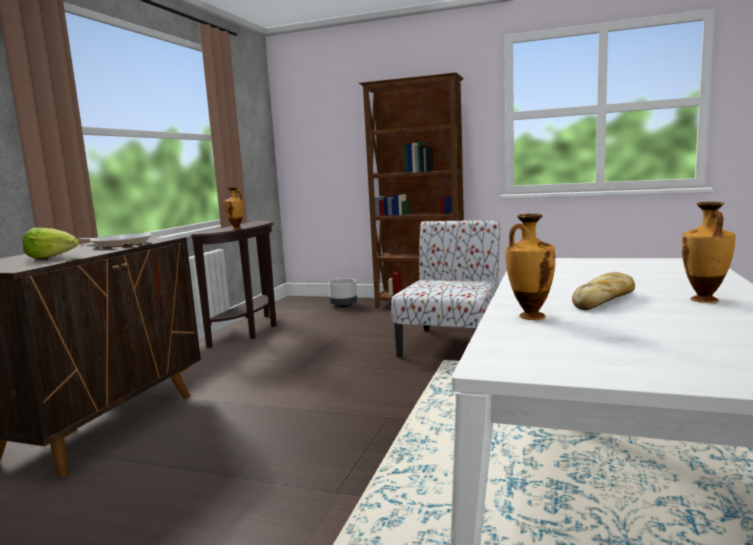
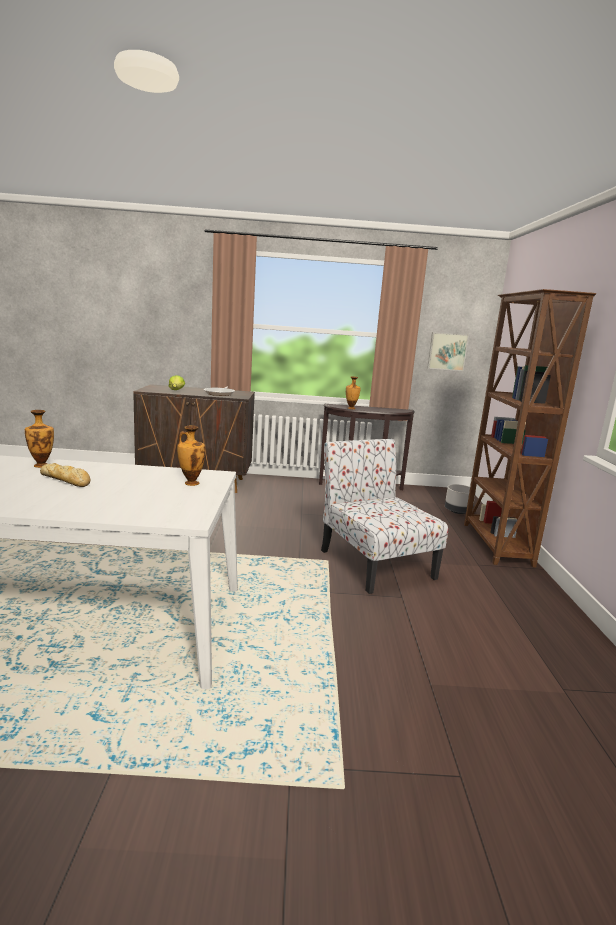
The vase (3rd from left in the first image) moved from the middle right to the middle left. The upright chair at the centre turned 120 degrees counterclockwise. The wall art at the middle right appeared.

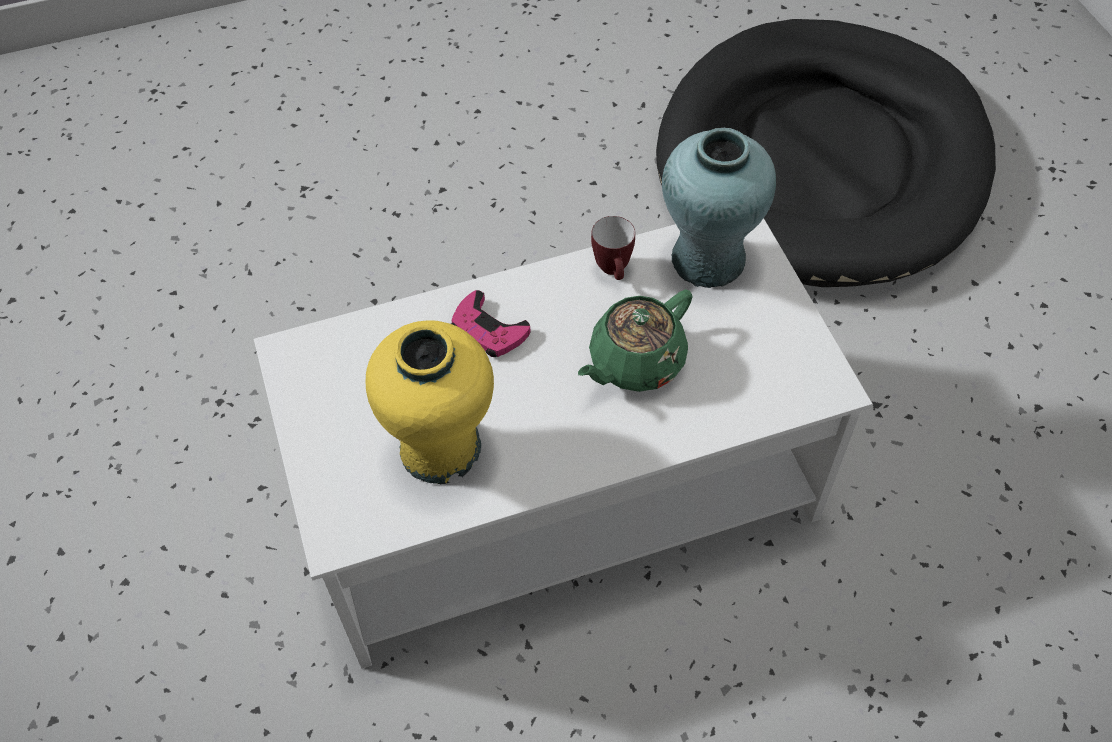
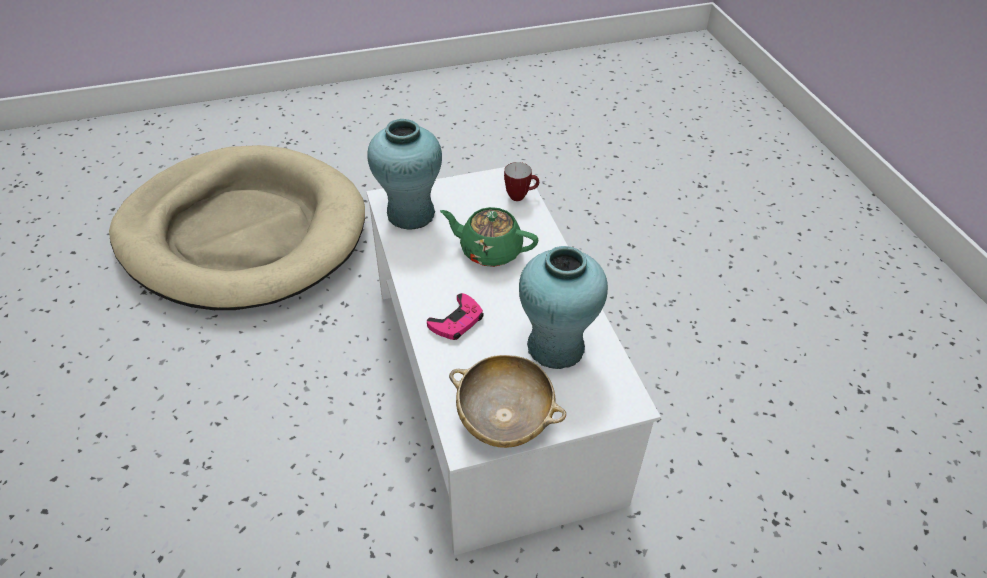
The black-coloured dog bed at the top right became the sand-coloured dog bed at the middle left. The coffee mug moved from the centre to the top centre. The green teapot at the centre turned 150 degrees clockwise. The yellow vase at the centre became the blue-green vase (2nd from left) at the centre. The sand-coloured bowl at the bottom centre appeared.

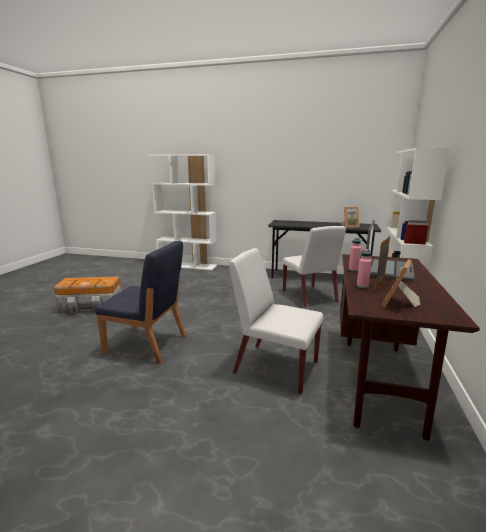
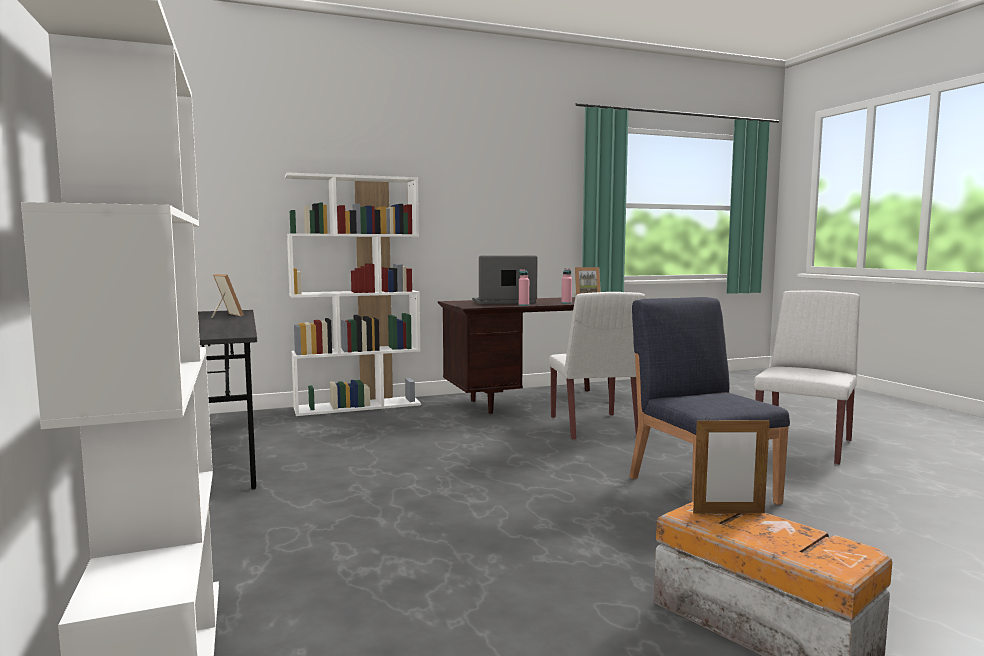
The white-coloured upright chair (2nd from left) moved from the centre to the middle right. The photo frame (2nd from left in the first image) moved from the middle right to the bottom right.

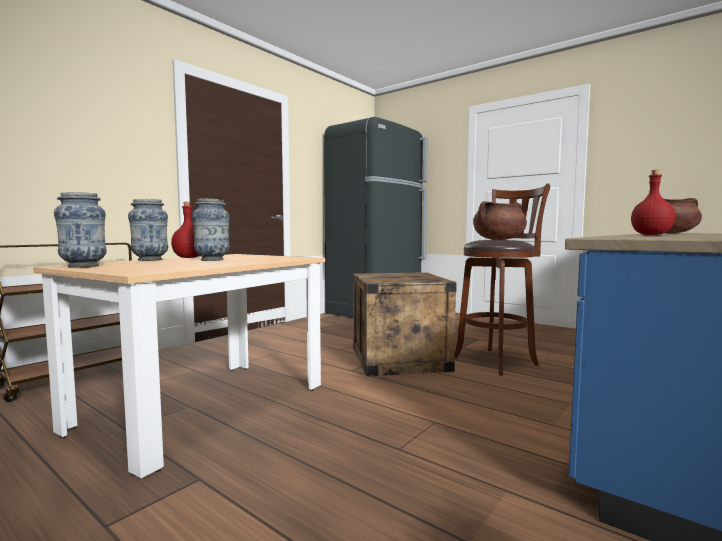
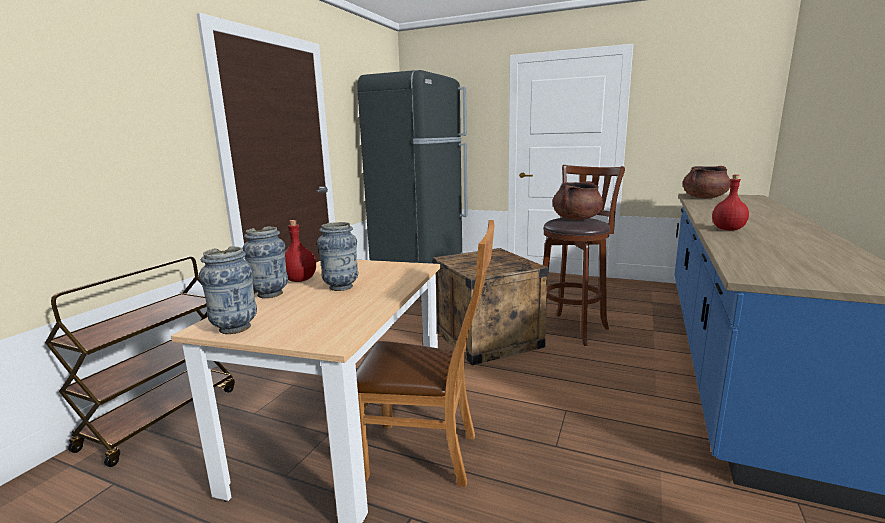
The brown upright chair at the bottom centre appeared.

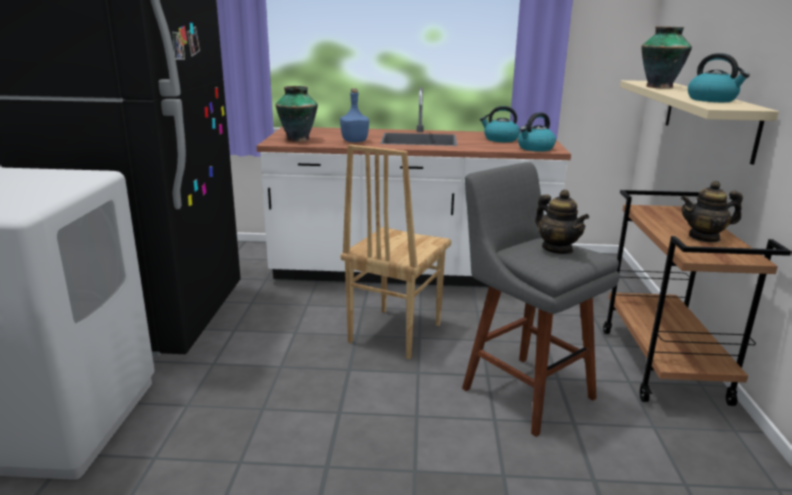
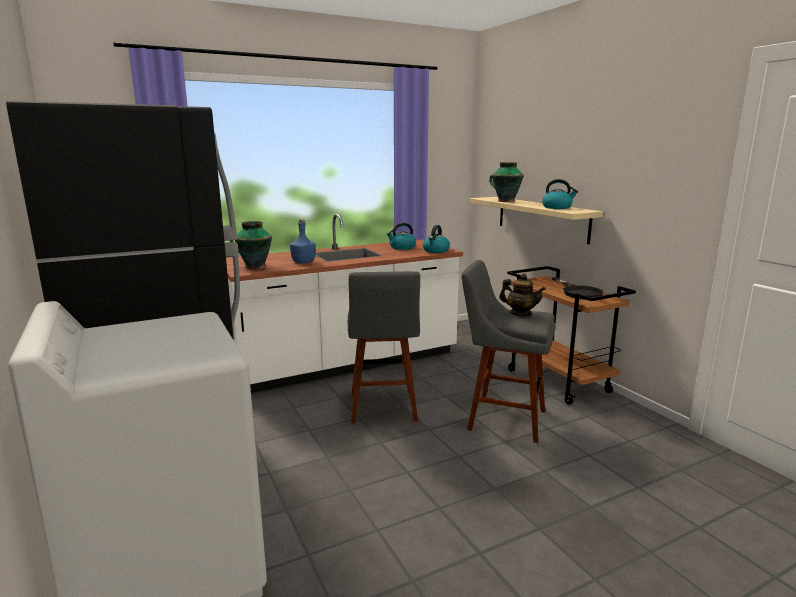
The brown upright chair at the centre was replaced by the gray stool (1st from left) at the centre. The teapot (2nd from left) at the middle right was replaced by the black-coloured skillet at the middle right.

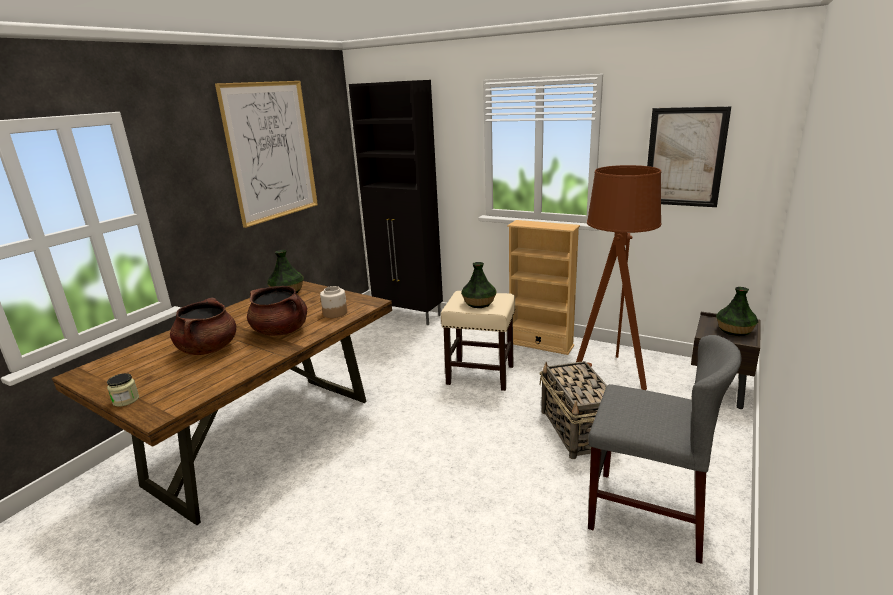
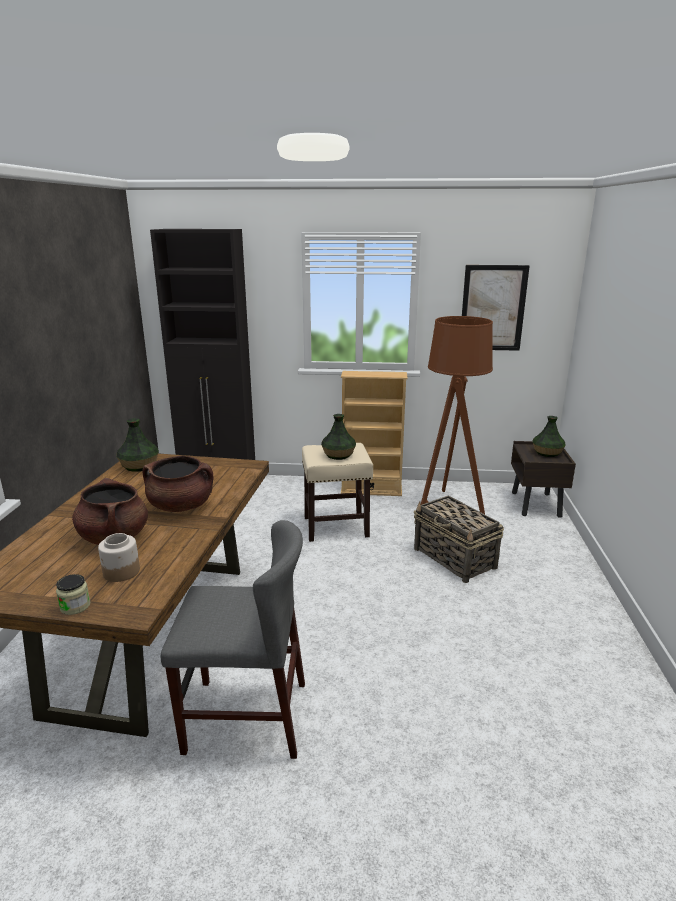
The wall art (1st from left) at the top left disappeared. The jar (2nd from left) moved from the centre to the middle left. The gray upright chair moved from the bottom right to the bottom centre.

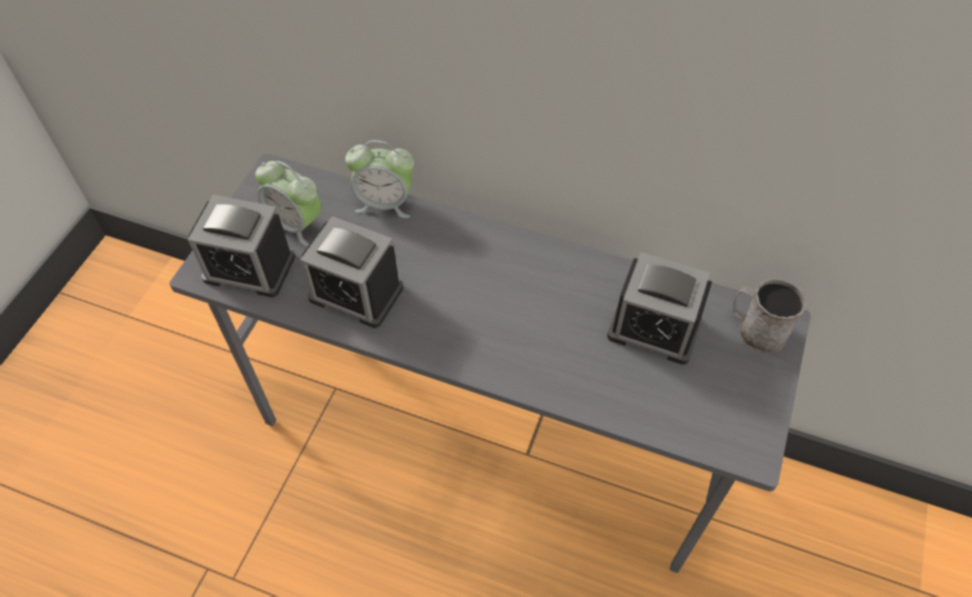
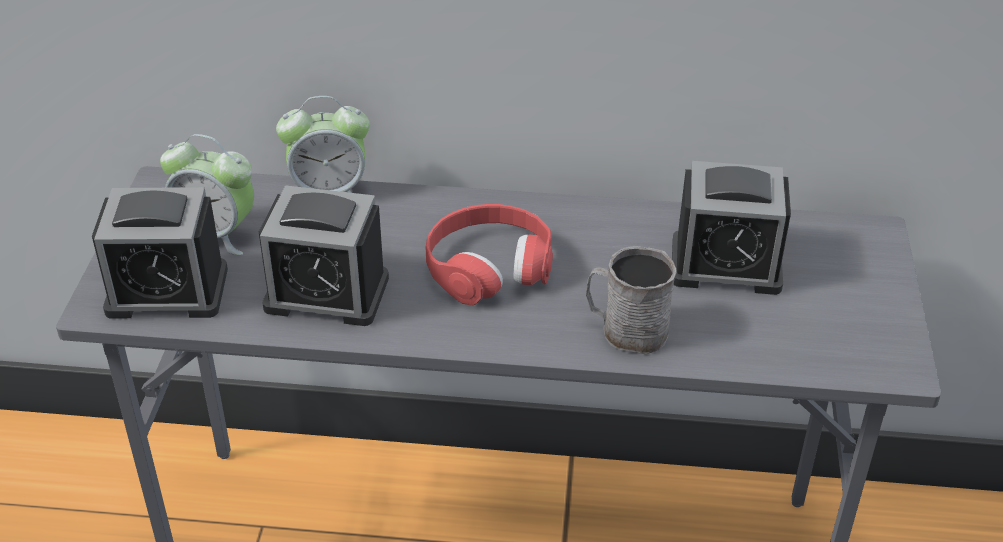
The gray coffee mug moved from the middle right to the centre. The red-coloured headphones at the centre appeared.

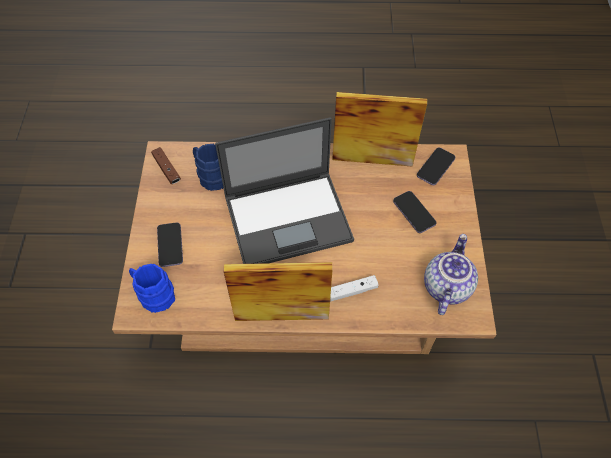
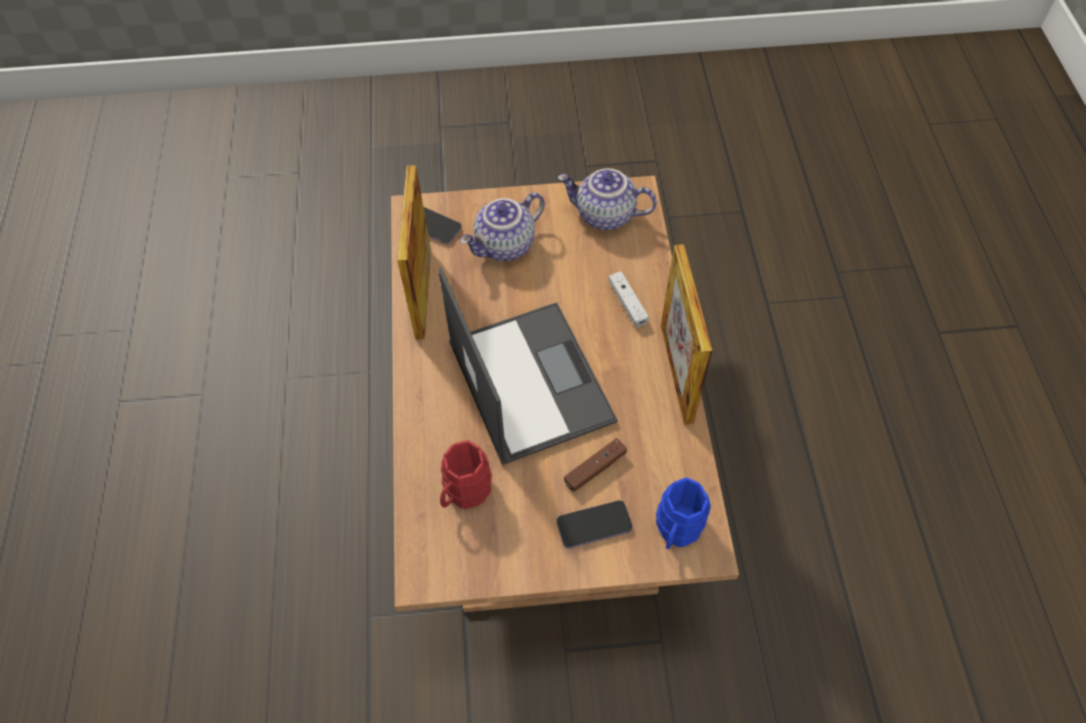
The blue-coloured coffee mug (2nd from left) at the centre became the red-coloured coffee mug at the centre. The brown joypad moved from the middle left to the centre. The phone (2nd from left) at the middle right was replaced by the teapot (1st from left) at the top centre.

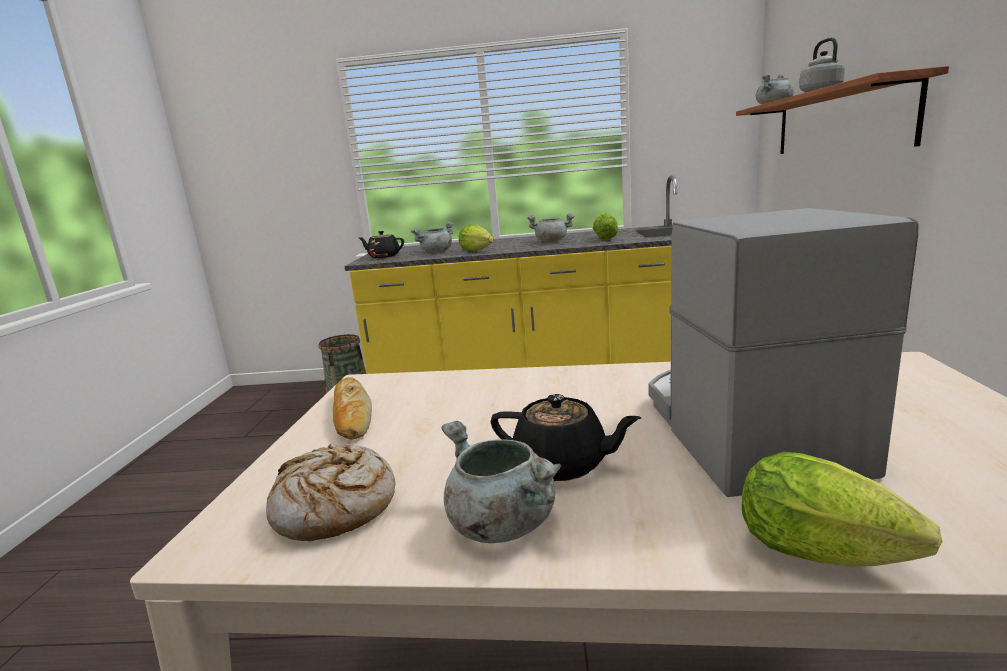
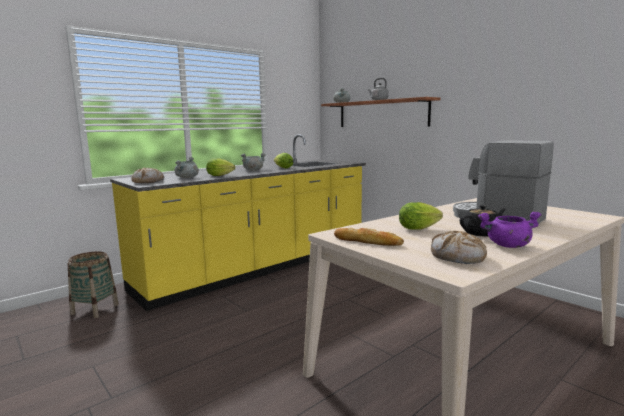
The black-coloured teapot (1st from left) at the centre was replaced by the bakery bread (1st from left) at the middle left. The gray saucepot (2nd from left) at the bottom centre became the purplish saucepot at the middle right. The head of lettuce (3rd from left) moved from the bottom right to the middle right.

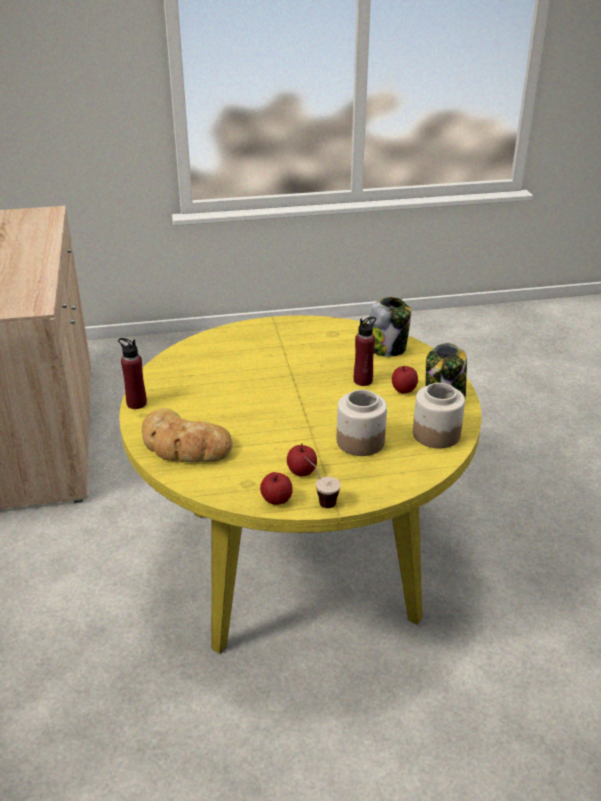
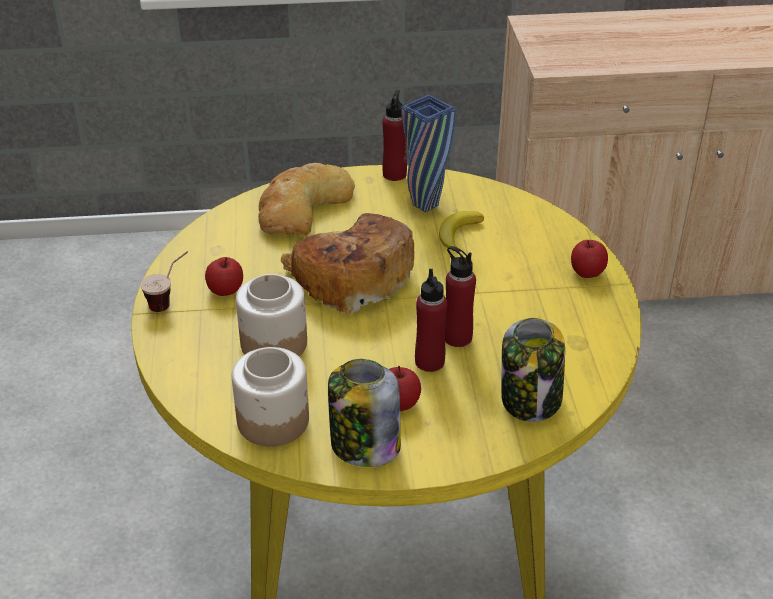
The whole apple (1st from left in the first image) moved from the centre to the middle right. The blue-coloured vase at the top centre appeared. The whole banana at the centre appeared. The bakery bread (2nd from left) at the centre appeared. The red-coloured bottle (3rd from left) at the centre appeared.

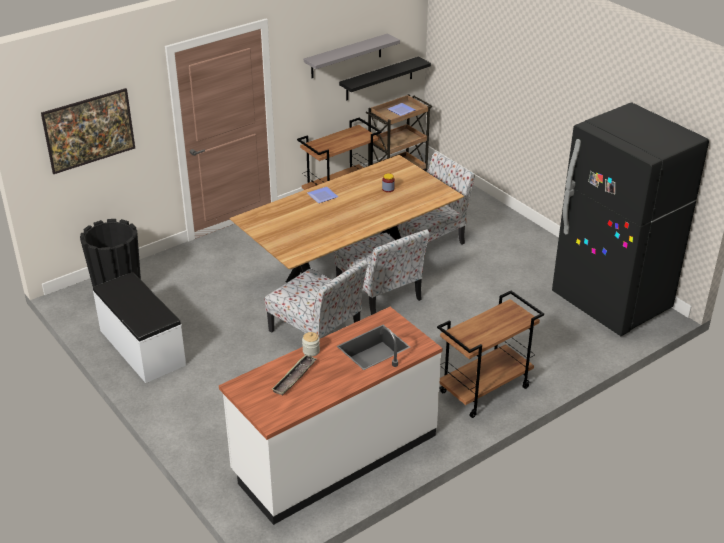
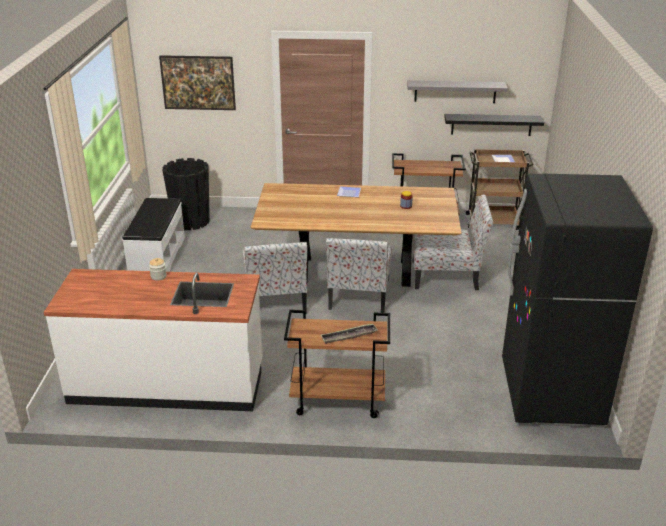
The serving tray moved from the bottom centre to the centre.

